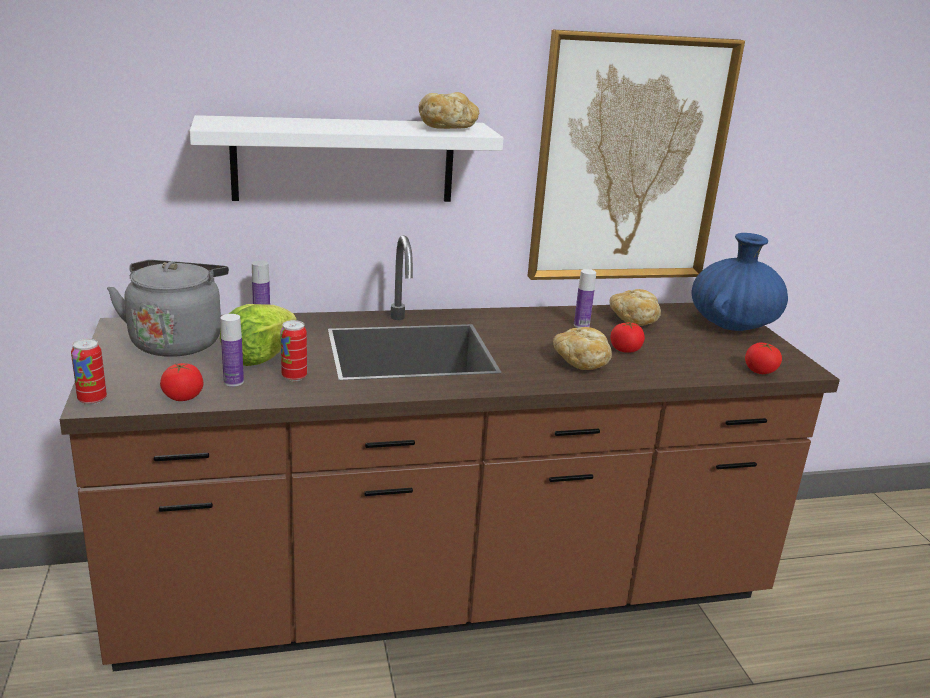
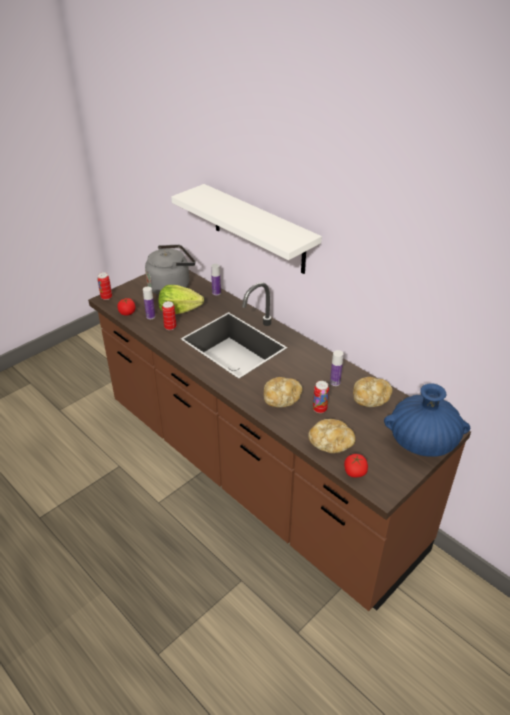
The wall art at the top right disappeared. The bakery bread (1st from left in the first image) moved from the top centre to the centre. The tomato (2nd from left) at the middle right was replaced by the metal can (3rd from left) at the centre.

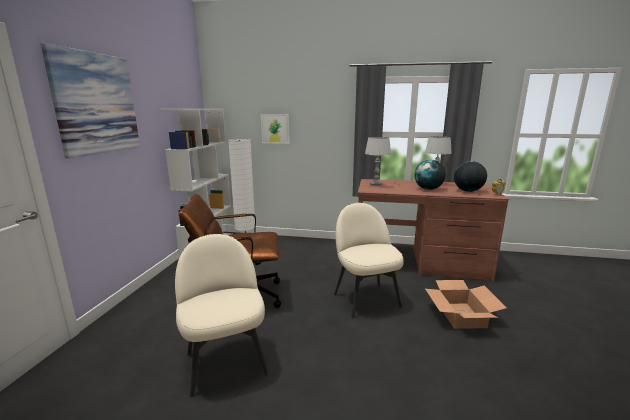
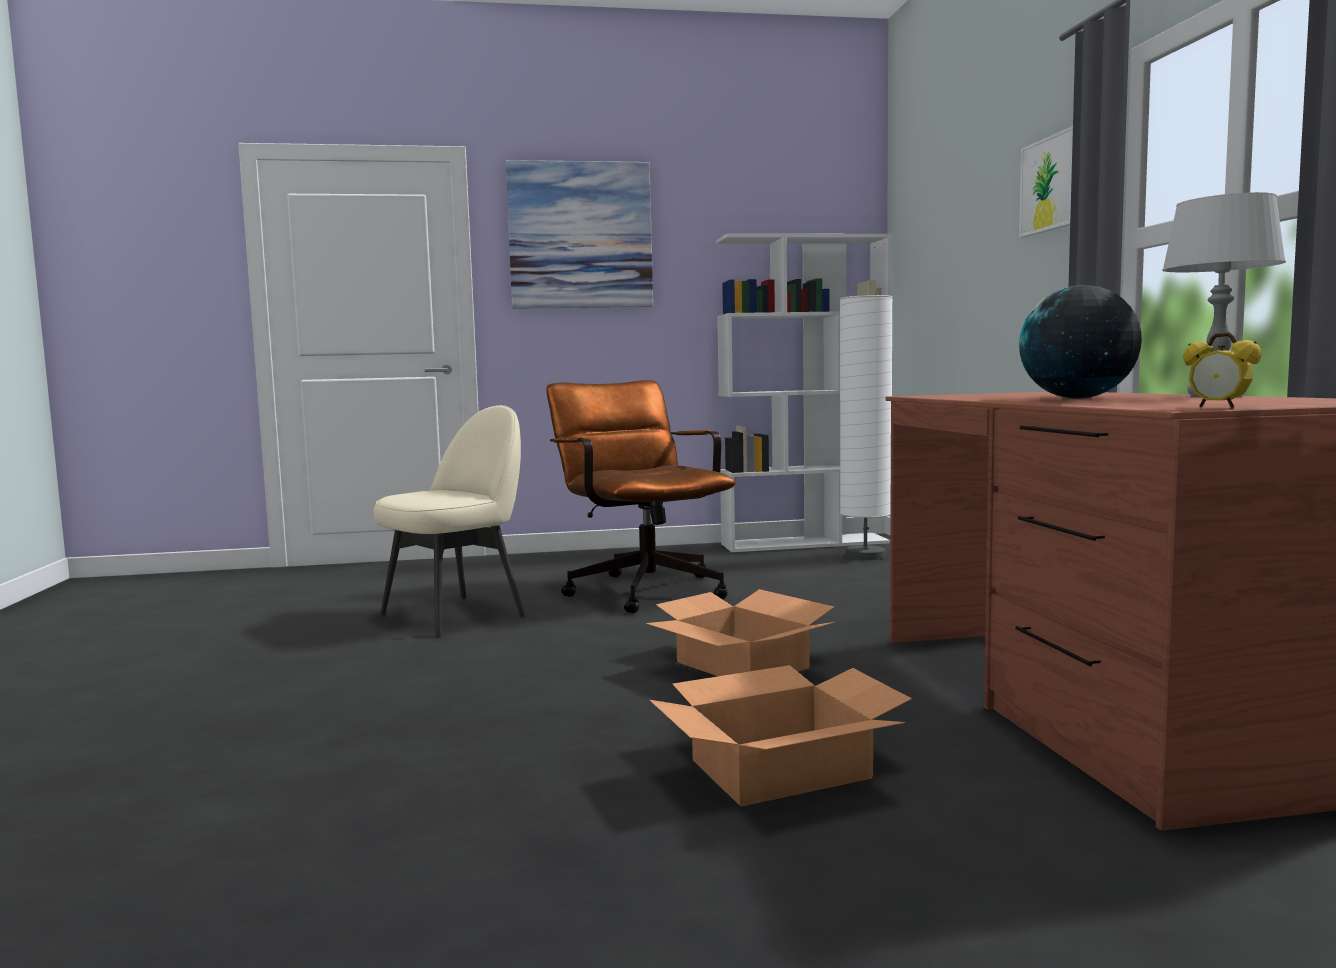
The wall art (2nd from left) moved from the top centre to the top right. The gray lamp for a table (1st from left) at the centre disappeared. The desk globe (2nd from left) at the middle right disappeared. The sand-coloured upright chair (2nd from left) at the centre was replaced by the packing box (1st from left) at the centre.

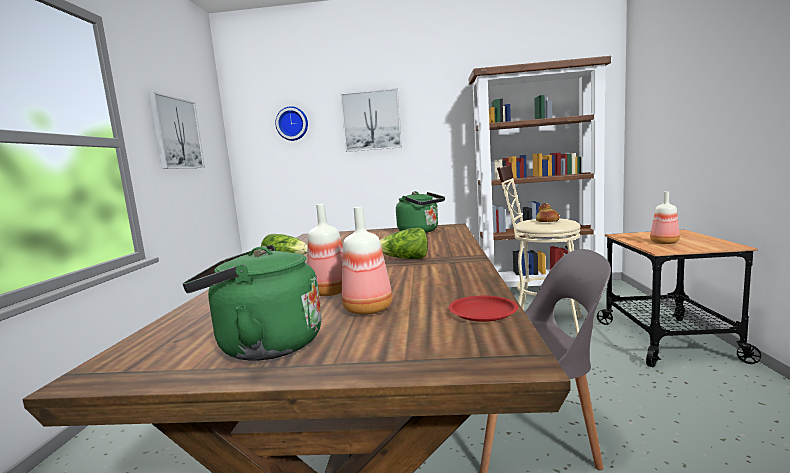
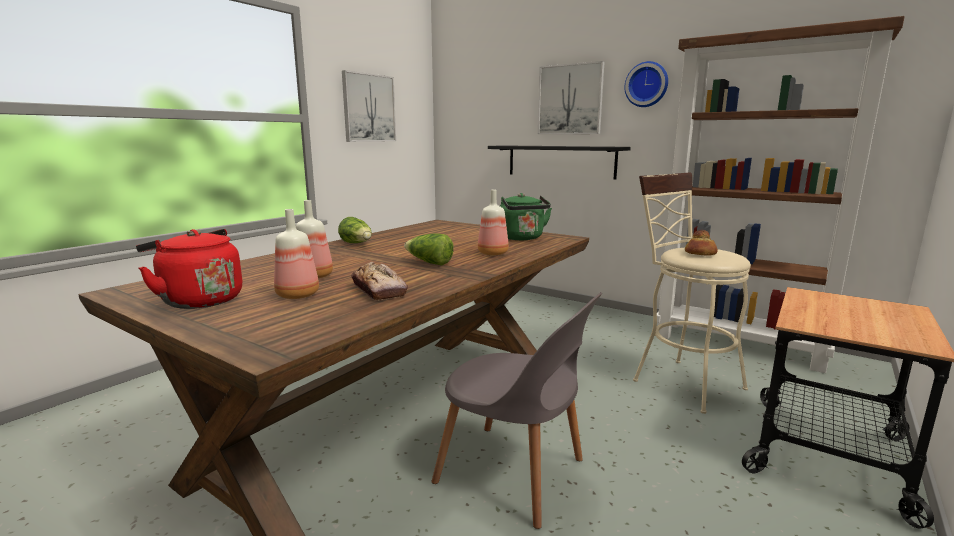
The clock on the wall moved from the top centre to the top right. The bottle (3rd from left) moved from the middle right to the centre. The green tea kettle (1st from left) at the middle left became the red-coloured tea kettle at the middle left. The red-coloured flat dish at the centre disappeared. The black-coloured shelf at the top centre appeared. The bakery bread (1st from left) at the centre appeared.

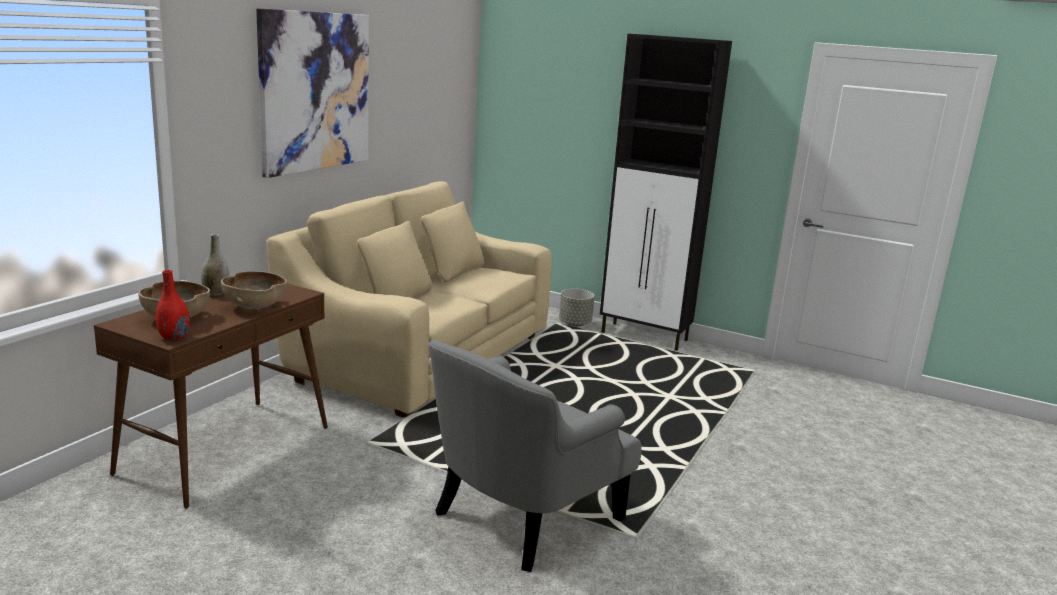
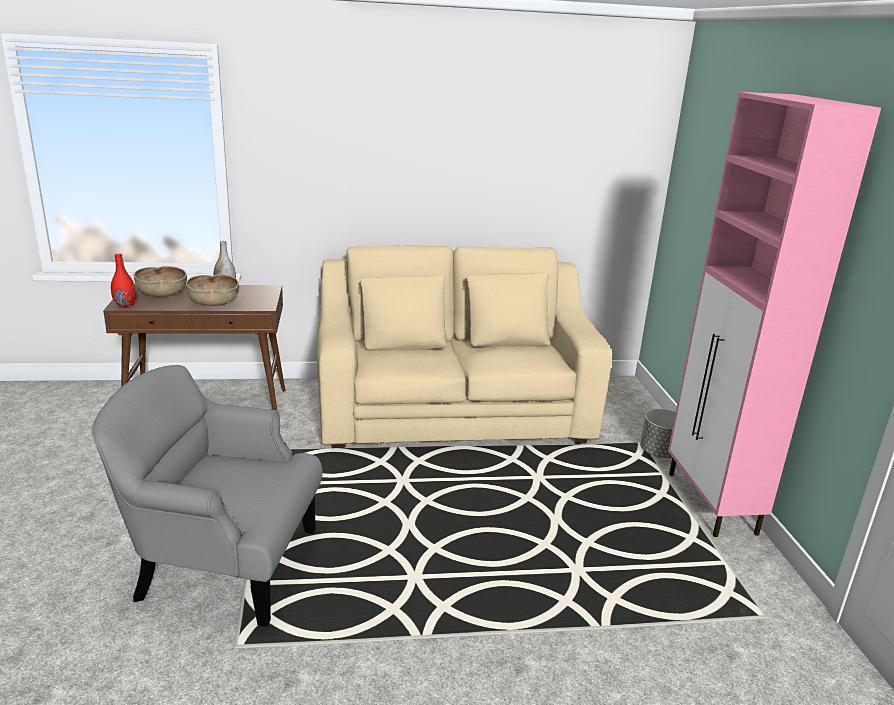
The wall art at the top left disappeared. The black-coloured cupboard at the top centre became the pink cupboard at the middle right.

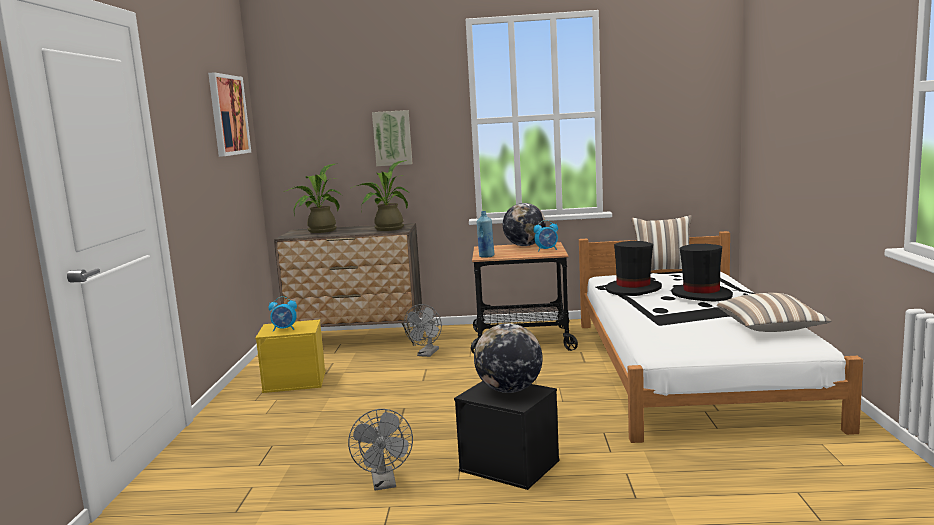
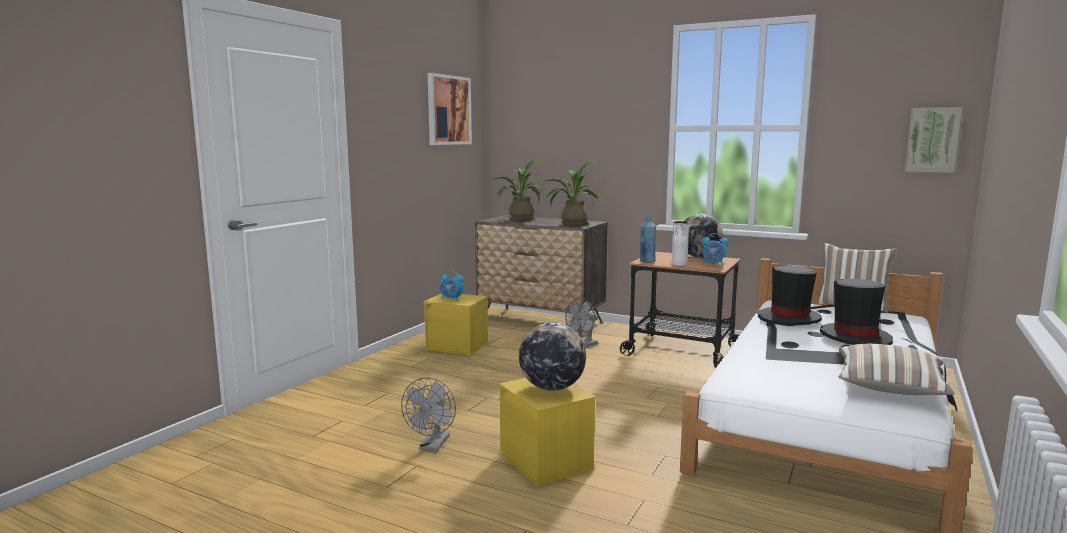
The wall art (2nd from left) moved from the top centre to the top right. The black-coloured storage container at the bottom centre became the yellow storage container (2nd from left) at the bottom centre. The white-coloured vase at the centre appeared.

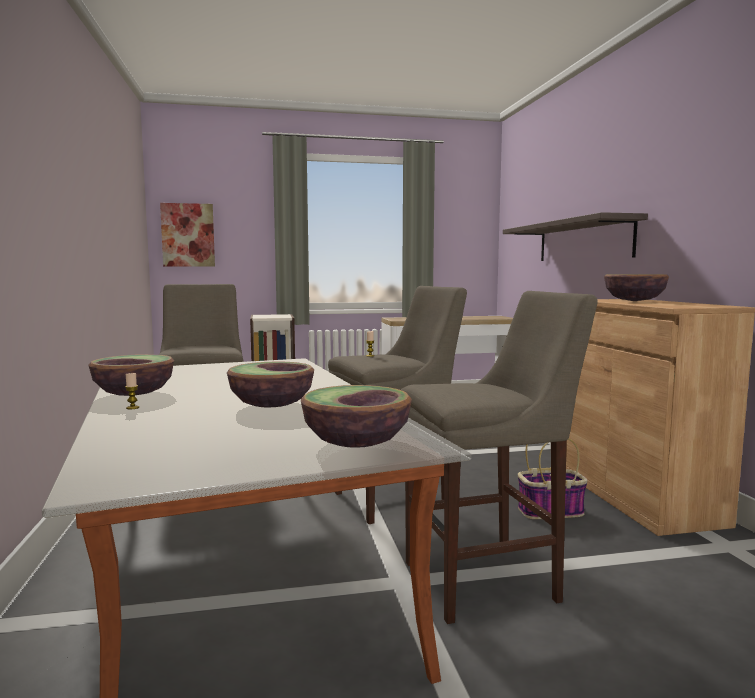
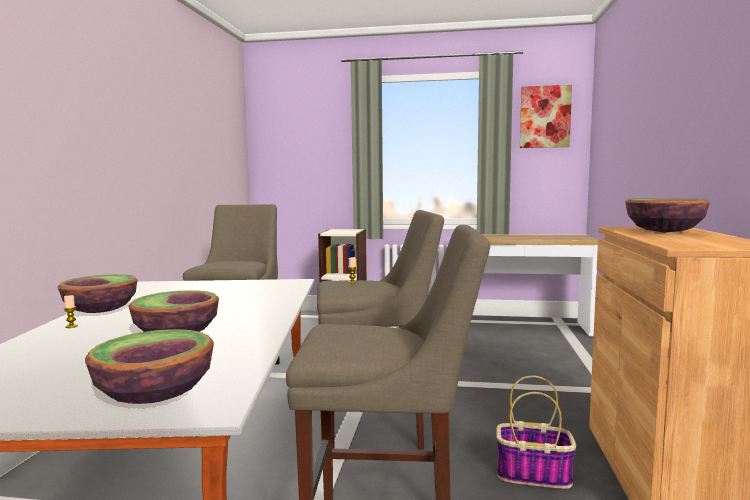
The wall art moved from the middle left to the top right. The shelf at the middle right disappeared.

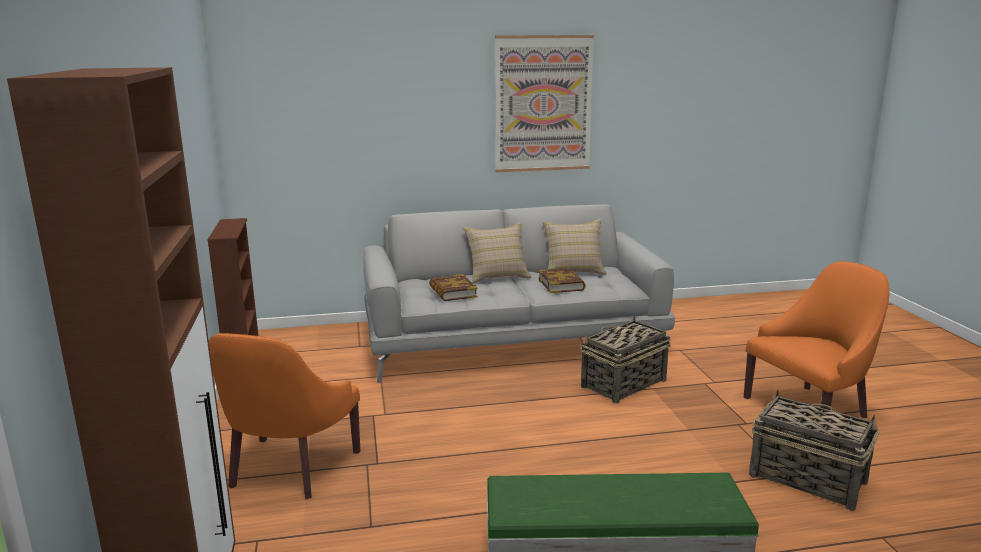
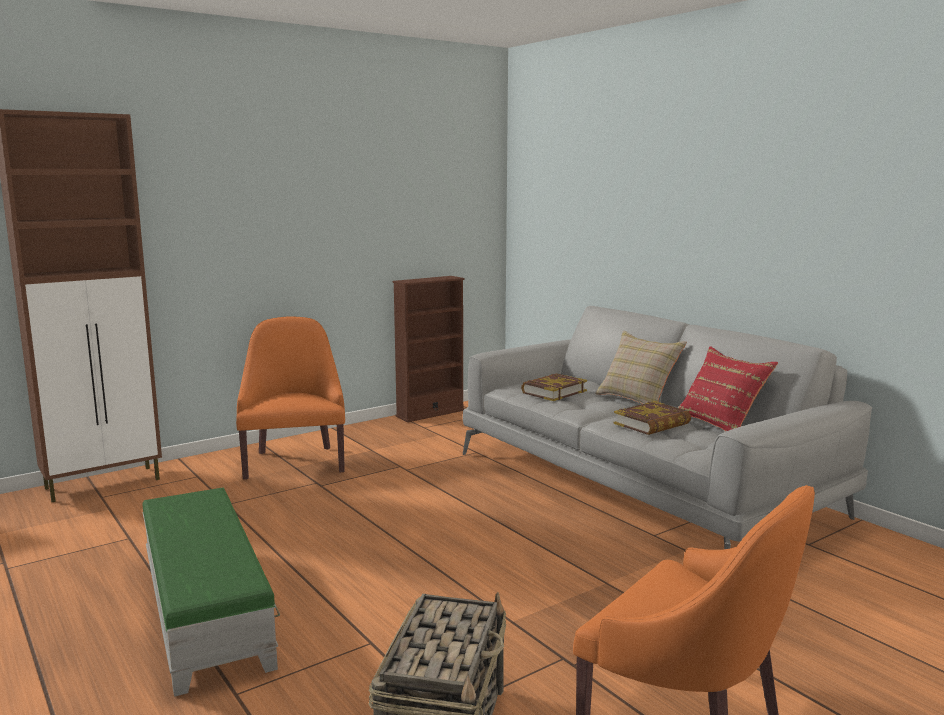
The wall art at the top centre disappeared. The sand-coloured pillow (2nd from left) at the centre became the red-coloured pillow at the middle right. The household basket (1st from left) at the centre disappeared. The orange armchair (1st from left) at the bottom left turned 90 degrees clockwise.

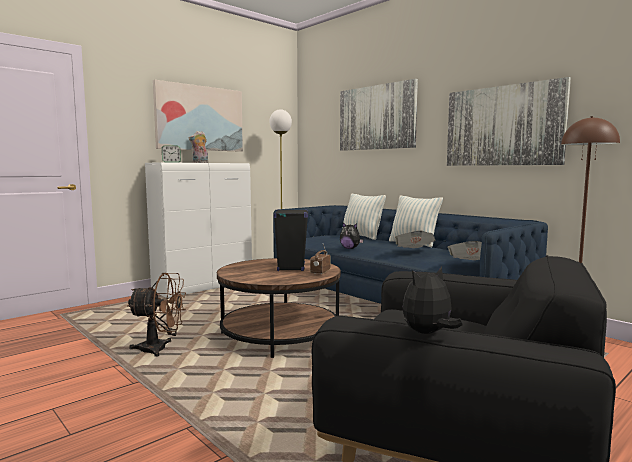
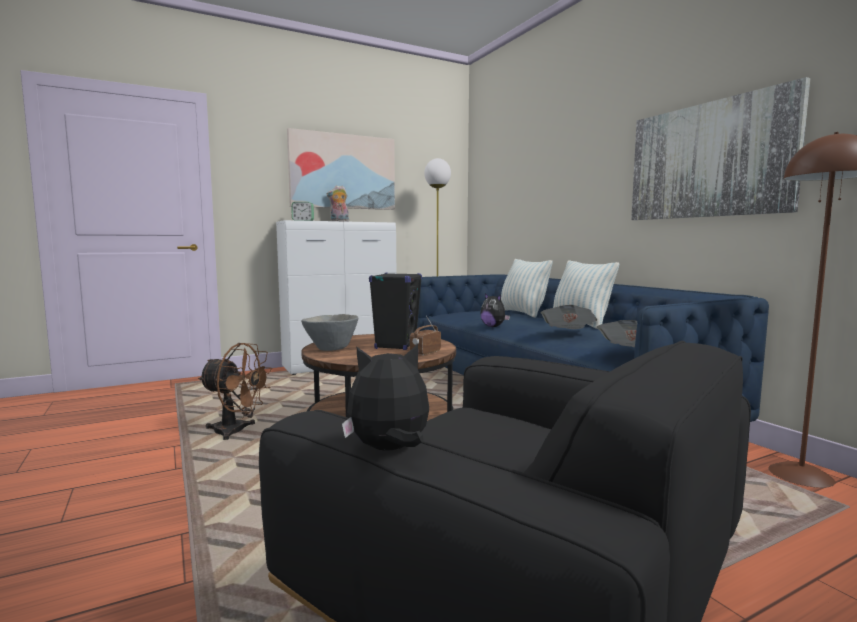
The wall art (2nd from left) at the top centre disappeared. The gray bowl at the centre appeared.

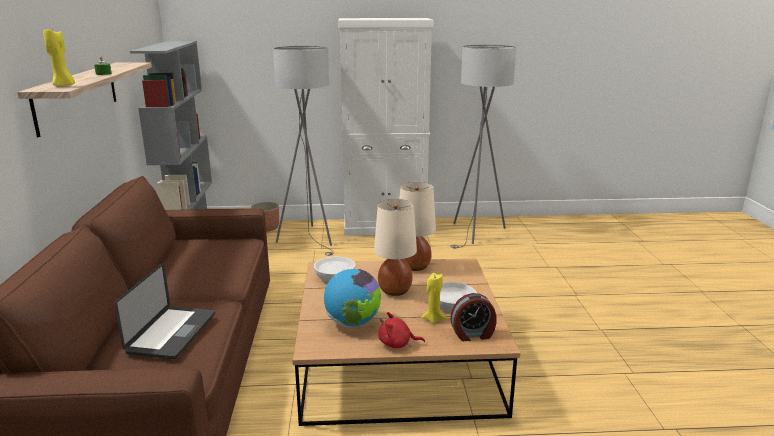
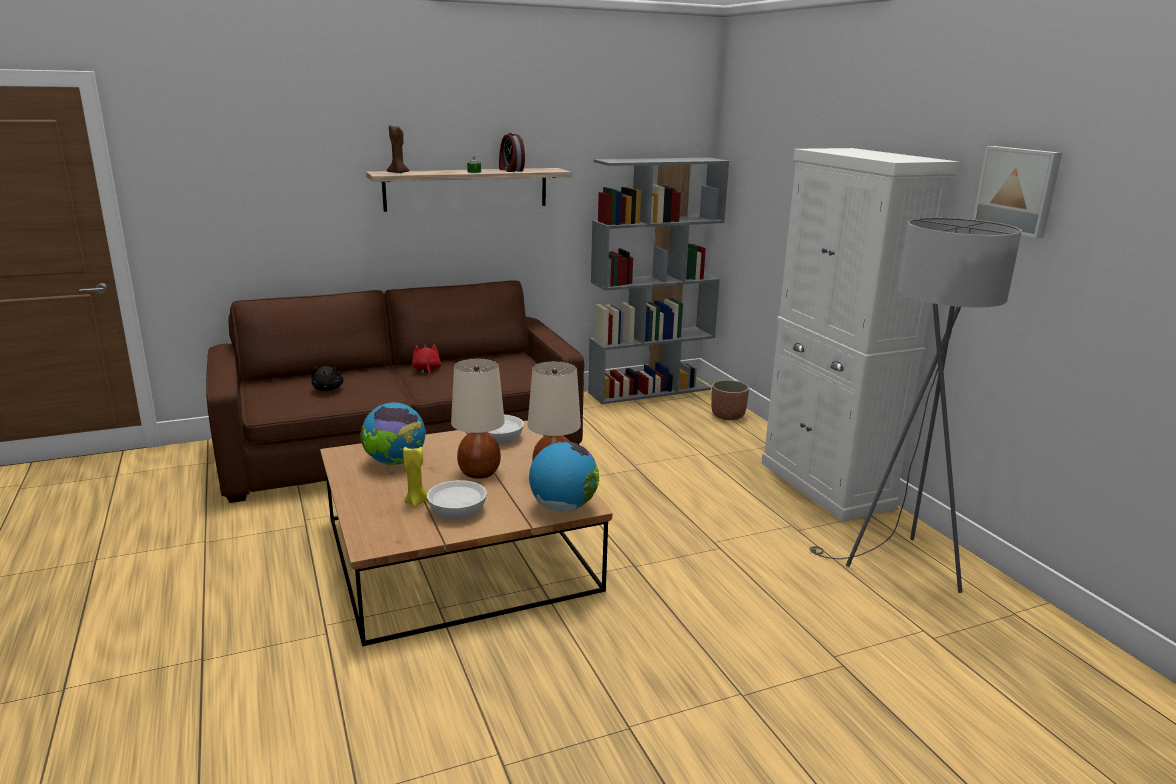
The yellow candle (1st from left) at the top left became the brown candle at the top centre. The gray standing lamp (1st from left) at the centre disappeared. The portable computer at the bottom left was replaced by the black-coloured soft toy at the middle left. The bedside clock moved from the bottom centre to the top centre. The red-coloured soft toy moved from the bottom centre to the centre. The wall art at the top right appeared. The desk globe (2nd from left) at the centre appeared.

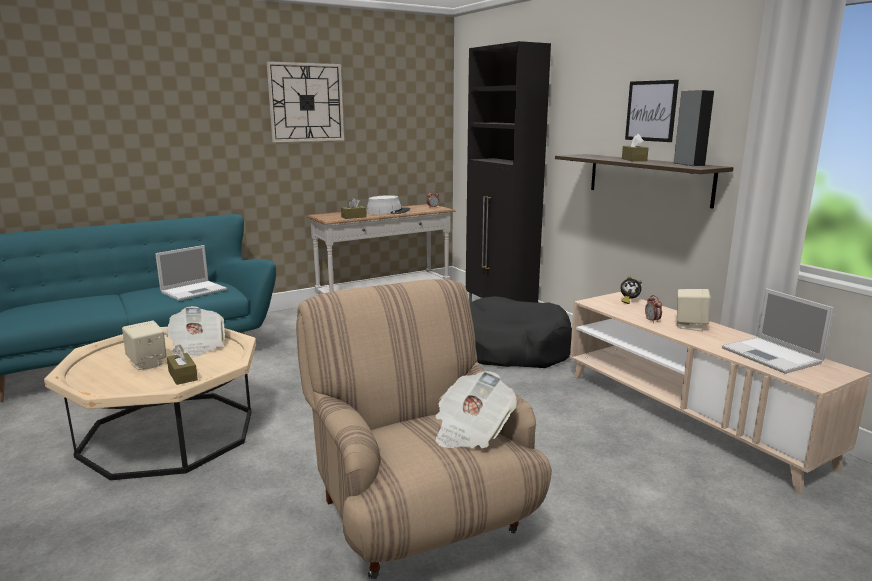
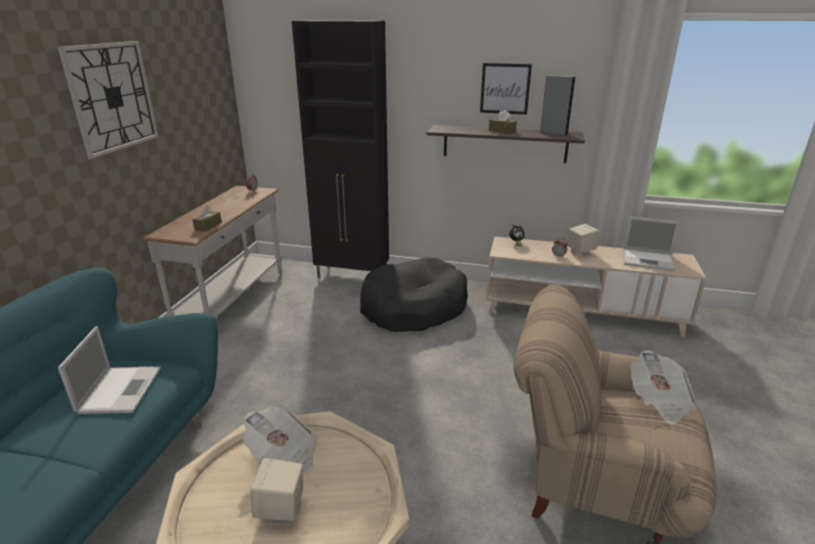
The gray hat at the centre disappeared. The brown tissue box (1st from left) at the middle left disappeared.

